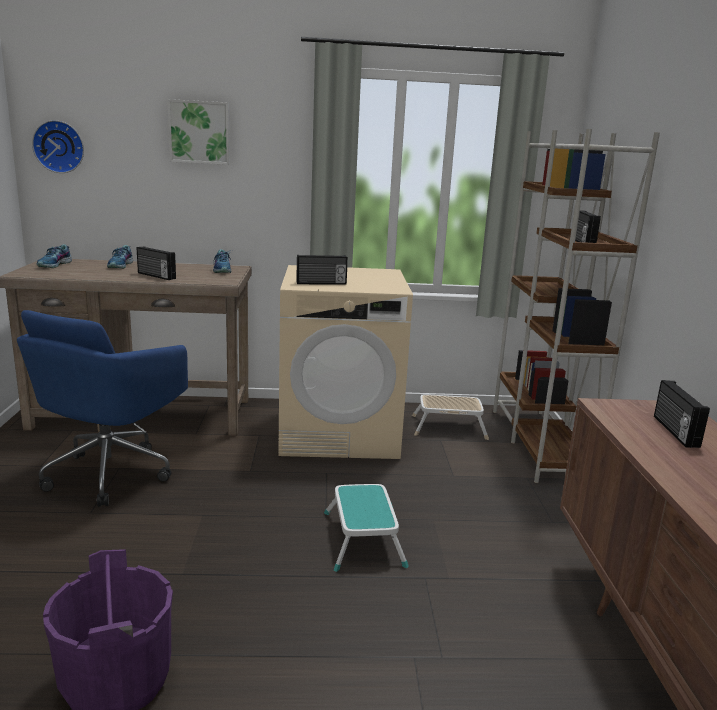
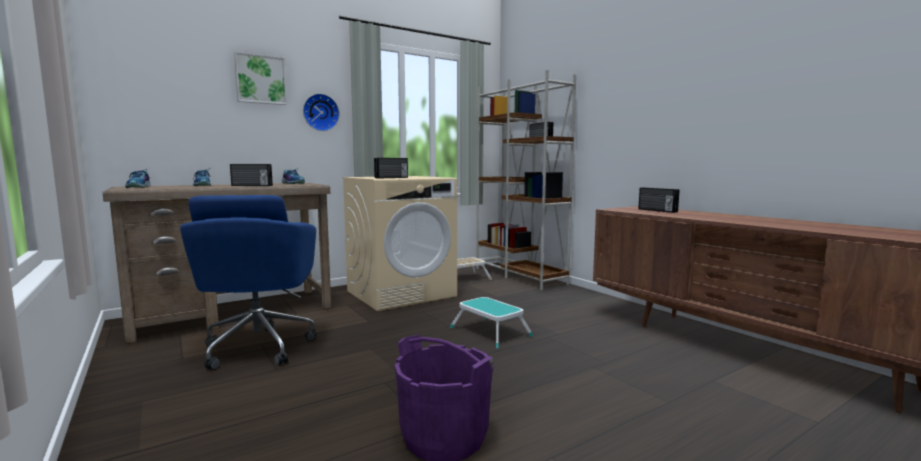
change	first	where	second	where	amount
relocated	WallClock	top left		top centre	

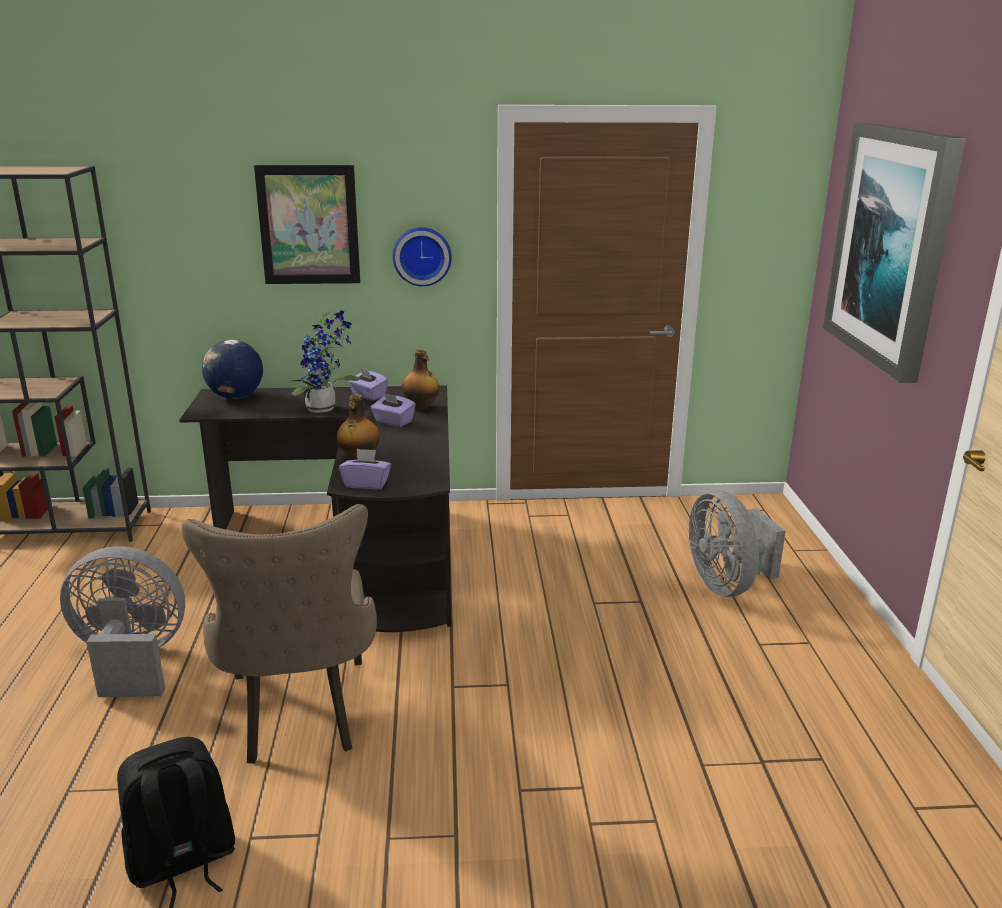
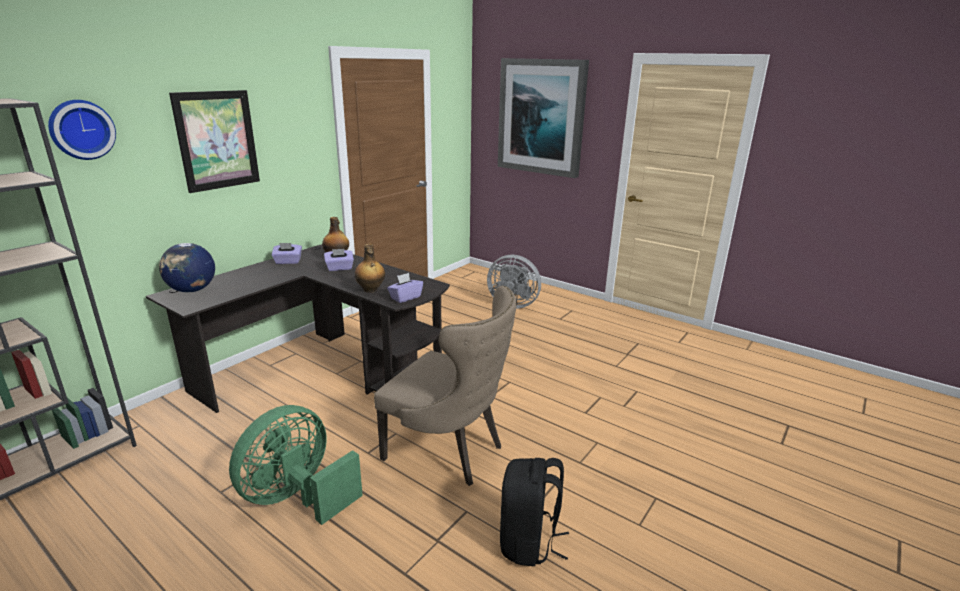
change	first	where	second	where	amount
colour	GreyishCoolingFan (no. 1 from left)	bottom left	GreenishCoolingFan	bottom left	
missing	Houseplant	middle left			
relocated	WallClock	top centre		top left	

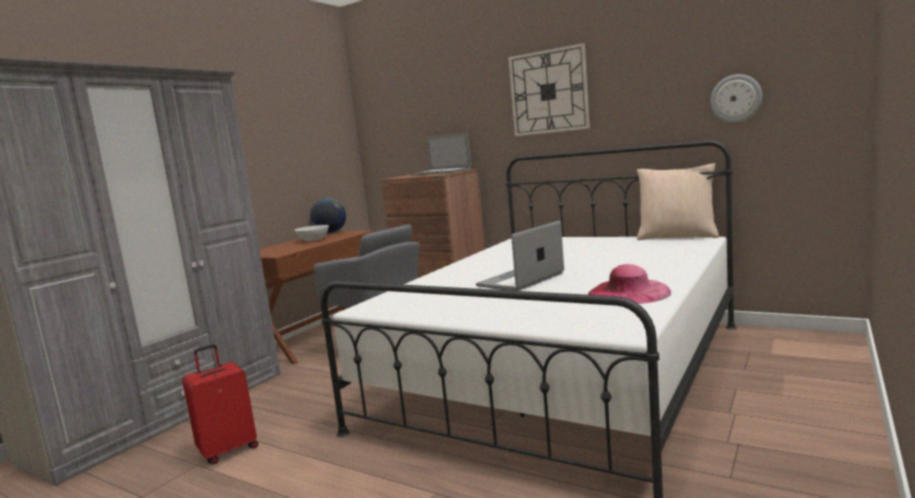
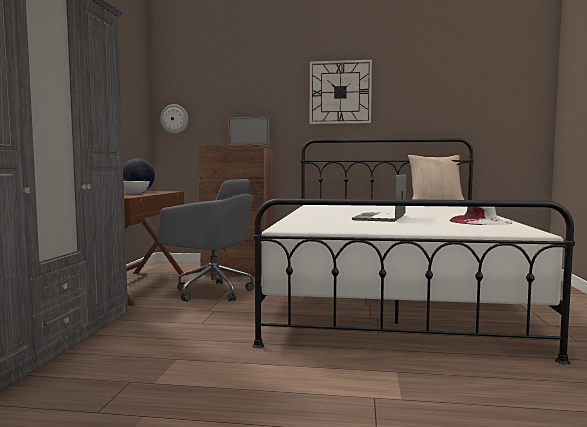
change	first	where	second	where	amount
missing	RedPieceOfLuggage	bottom left			
colour	PinkHat	middle right	WhitishHat	middle right	
relocated	WallClock (no. 2 from left in the first image)	top right	WallClock (no. 1 from left)	top left	

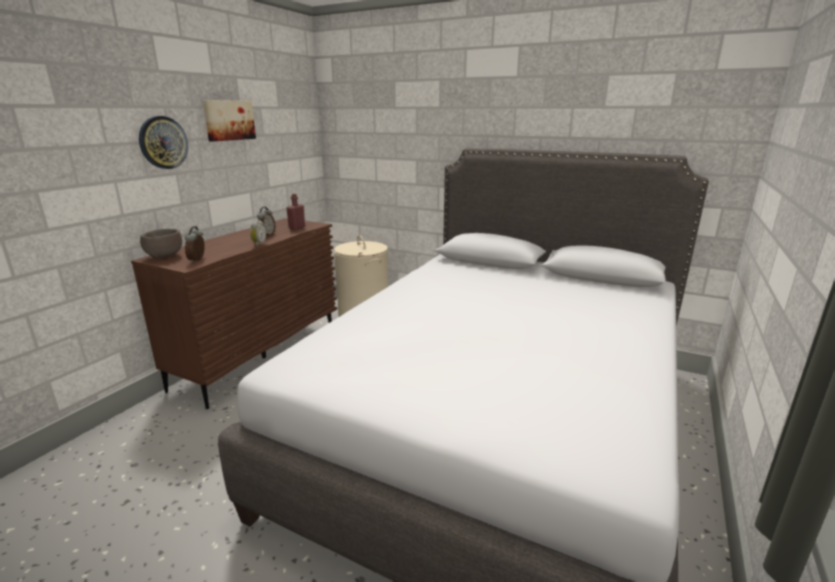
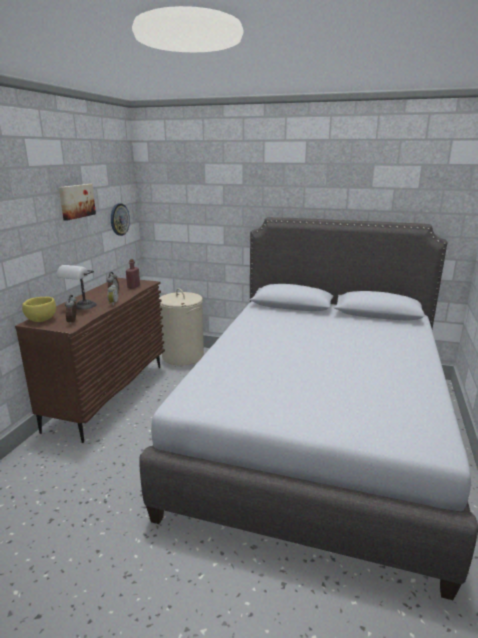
change	first	where	second	where	amount
relocated	WallClock	top left		middle left	
colour	BrownColouredBowl	middle left	YellowColouredBowl	middle left	
appeared			LampForATable	middle left	

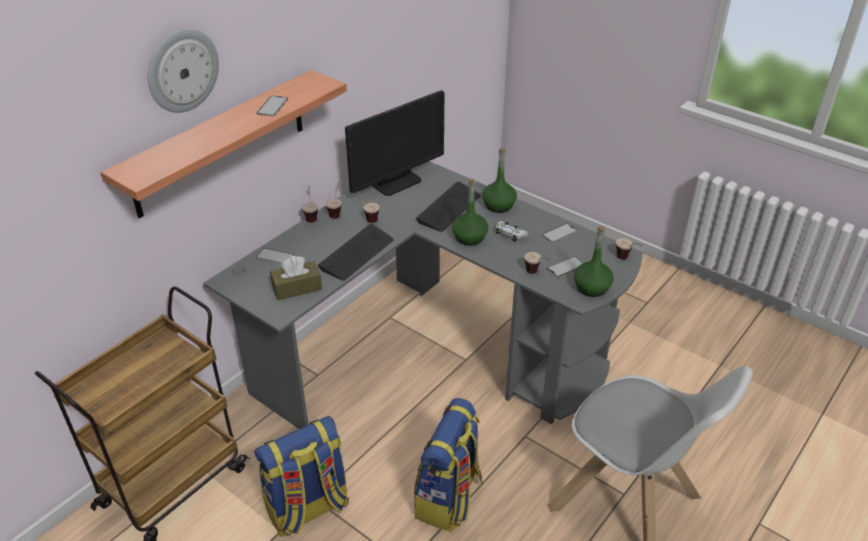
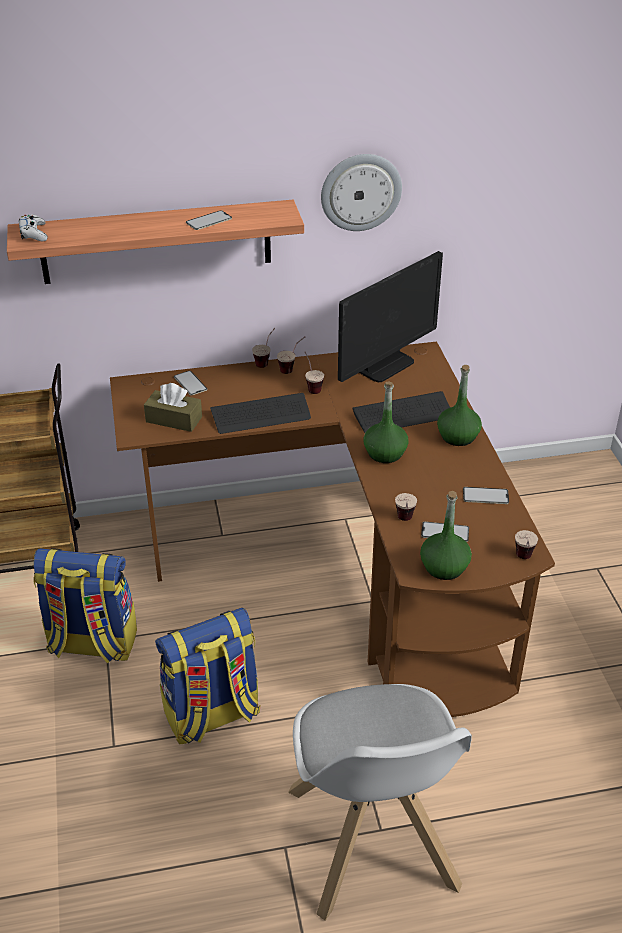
change	first	where	second	where	amount
relocated	WallClock	top left		top centre	
colour	GreyishDeskTable	centre	BrownColouredDeskTable	centre	
spun	Monitor	top centre		centre	45 degrees counterclockwise
relocated	WhitishGamepad	centre		top left	

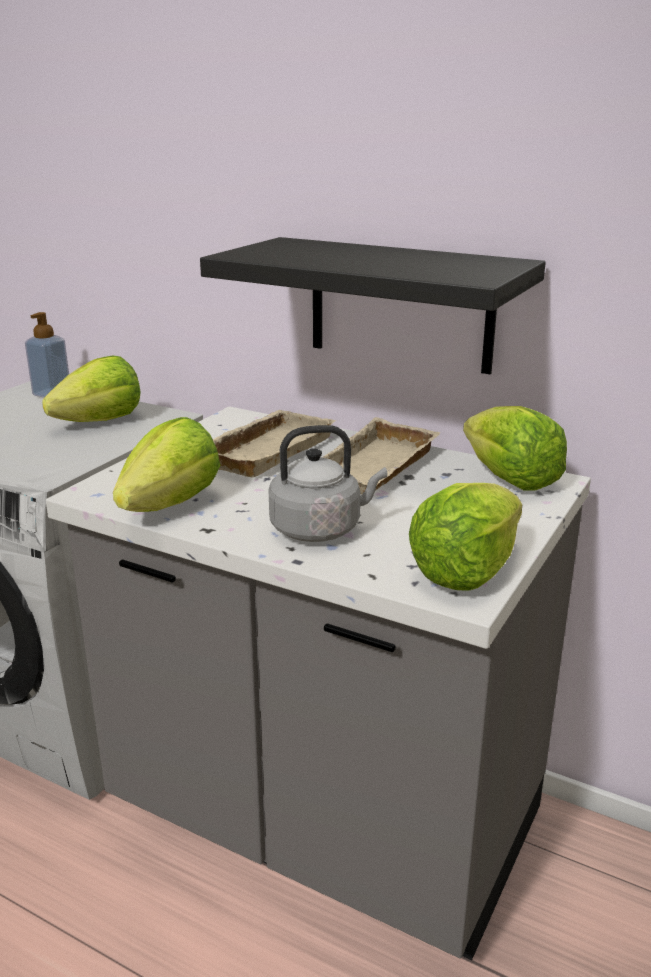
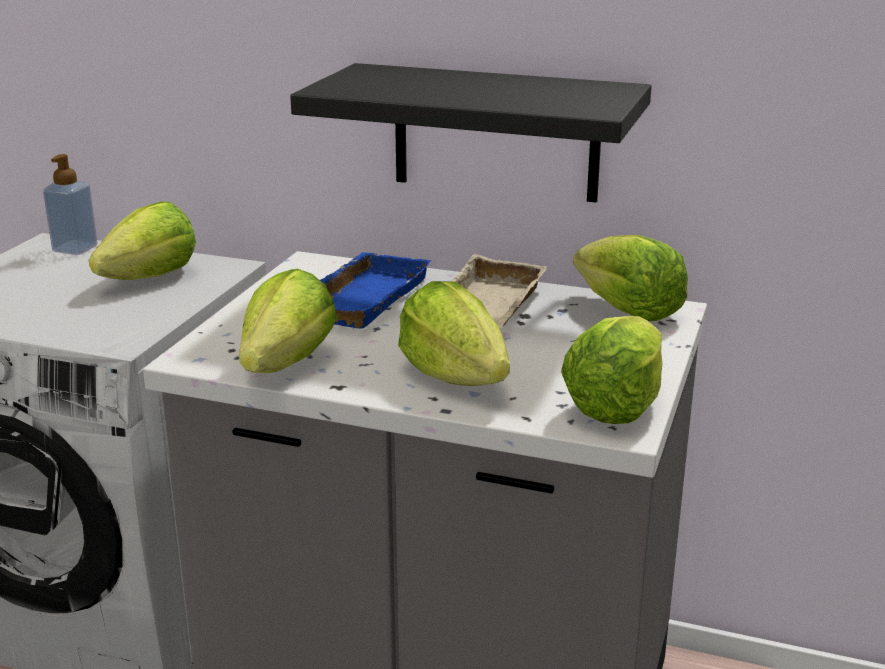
change	first	where	second	where	amount
colour	BeigeTray (no. 1 from left)	centre	BluishTray	centre	
exchanged	GreyishTeaKettle	centre	LettuceHead (no. 3 from left)	centre	

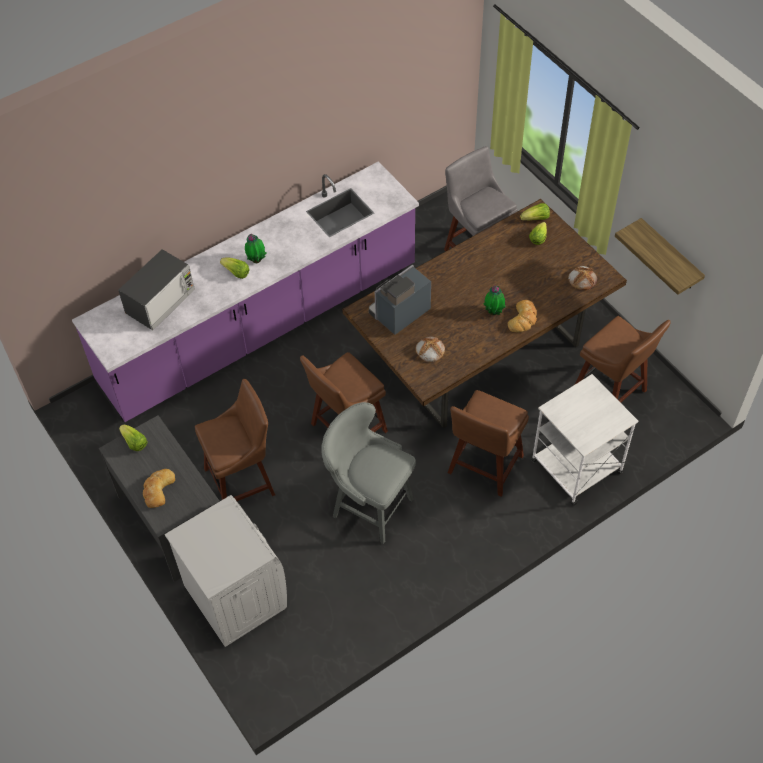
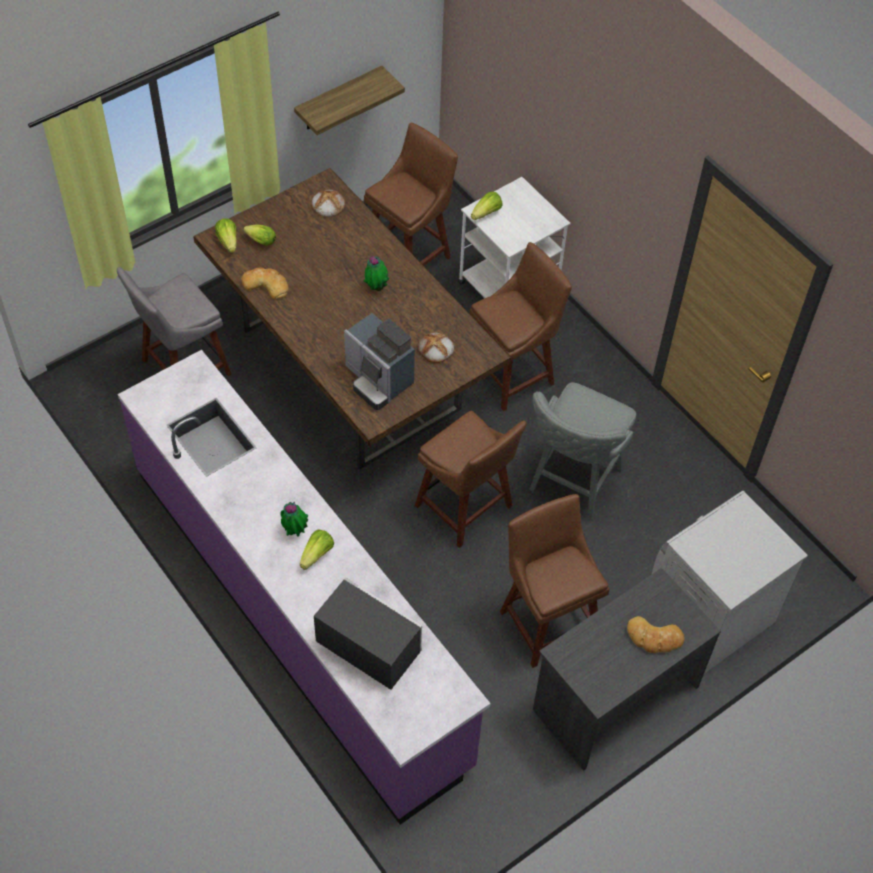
change	first	where	second	where	amount
relocated	LettuceHead (no. 1 from left in the first image)	middle left	LettuceHead (no. 4 from left)	top centre	
spun	BrownColouredPlainChair (no. 3 from left)	centre		centre	60 degrees counterclockwise
relocated	BakedBread (no. 3 from left in the first image)	middle right	BakedBread (no. 1 from left)	top left	

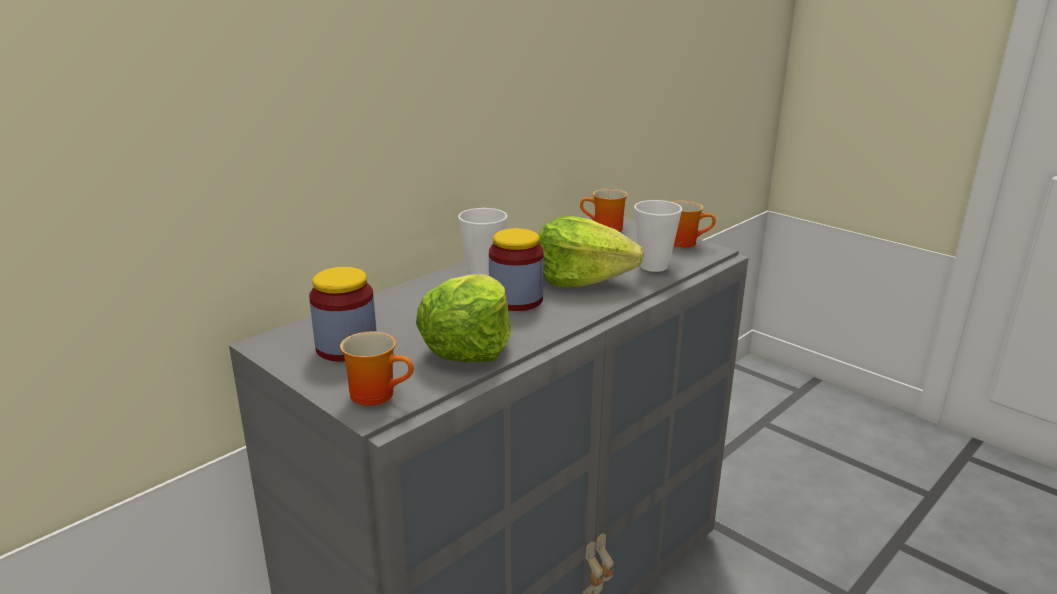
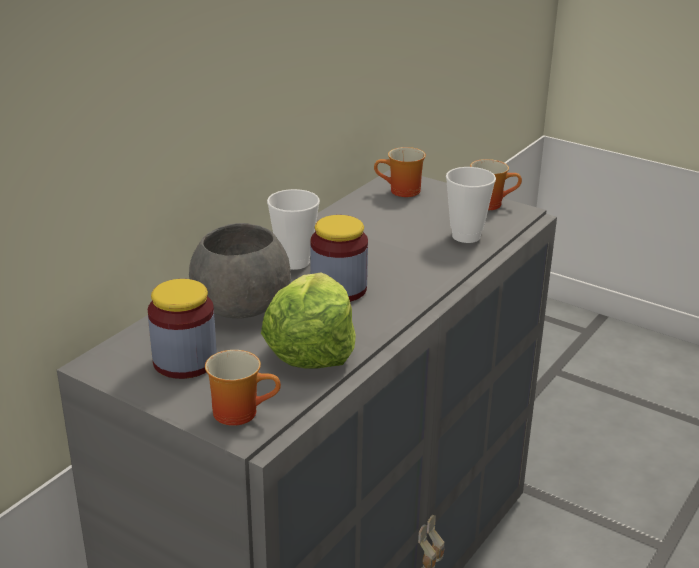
change	first	where	second	where	amount
missing	LettuceHead (no. 2 from left)	centre			
appeared			GreyishBowl	centre	

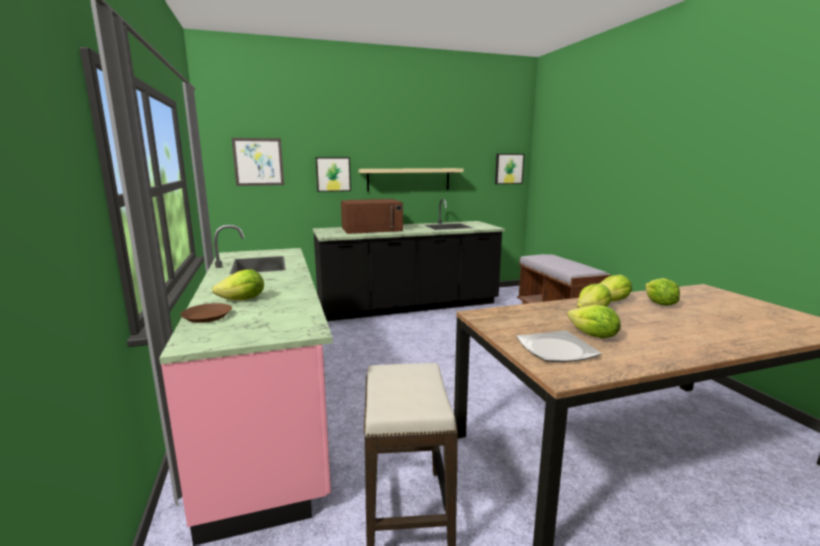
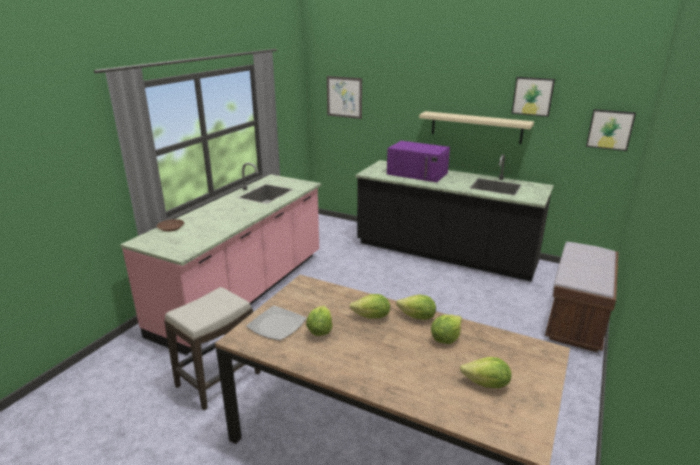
change	first	where	second	where	amount
relocated	LettuceHead (no. 1 from left in the first image)	middle left	LettuceHead (no. 5 from left)	bottom right	
relocated	Picture (no. 2 from left)	top centre		top right	
colour	BrownColouredMicrowaveOven	centre	PurpleMicrowaveOven	centre	

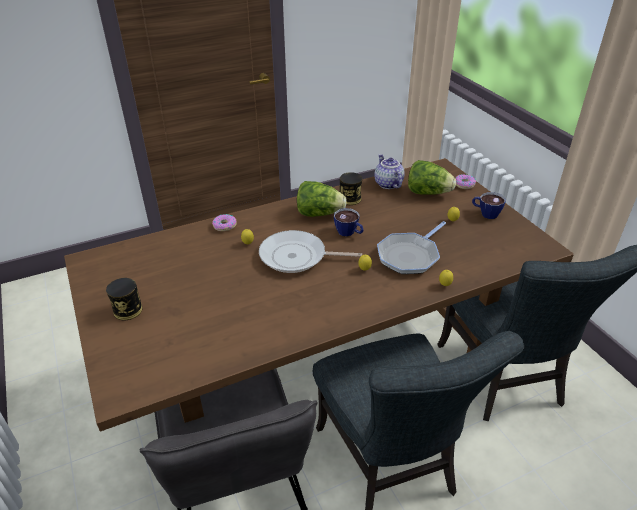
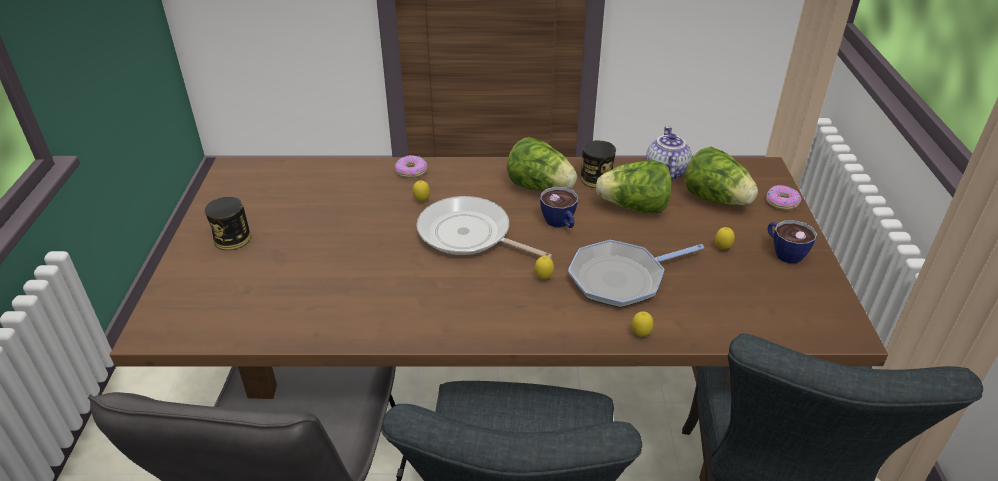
change	first	where	second	where	amount
appeared			LettuceHead (no. 2 from left)	centre	

